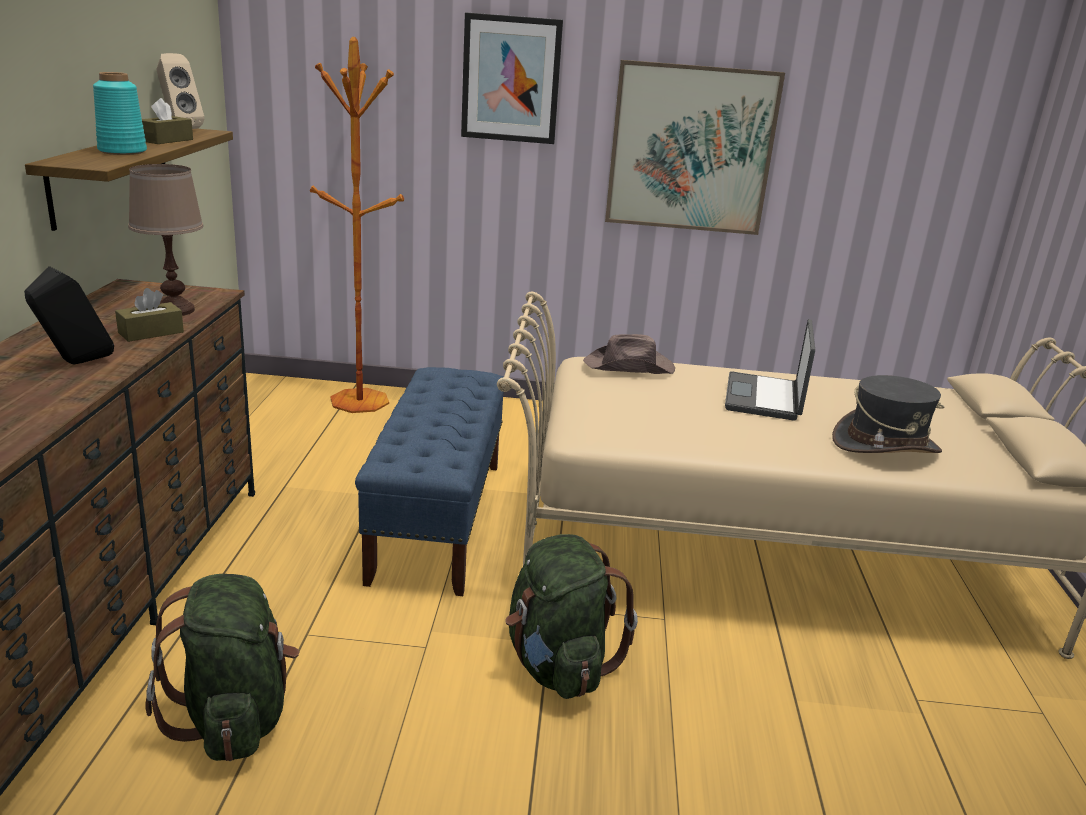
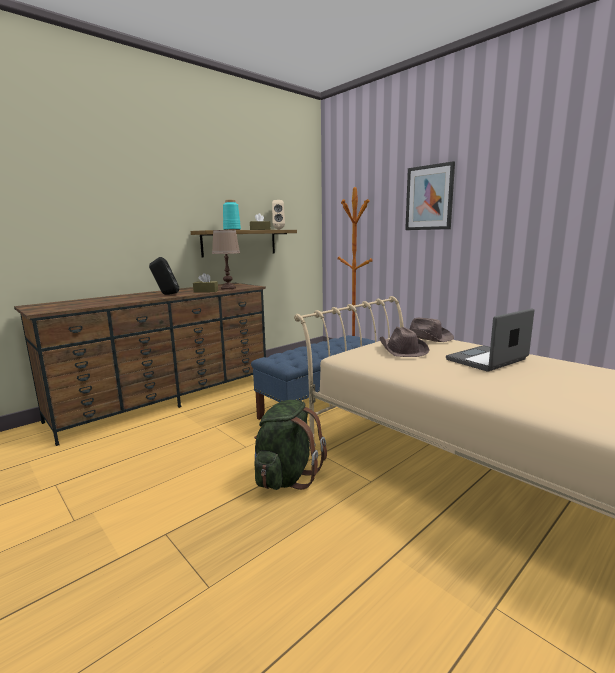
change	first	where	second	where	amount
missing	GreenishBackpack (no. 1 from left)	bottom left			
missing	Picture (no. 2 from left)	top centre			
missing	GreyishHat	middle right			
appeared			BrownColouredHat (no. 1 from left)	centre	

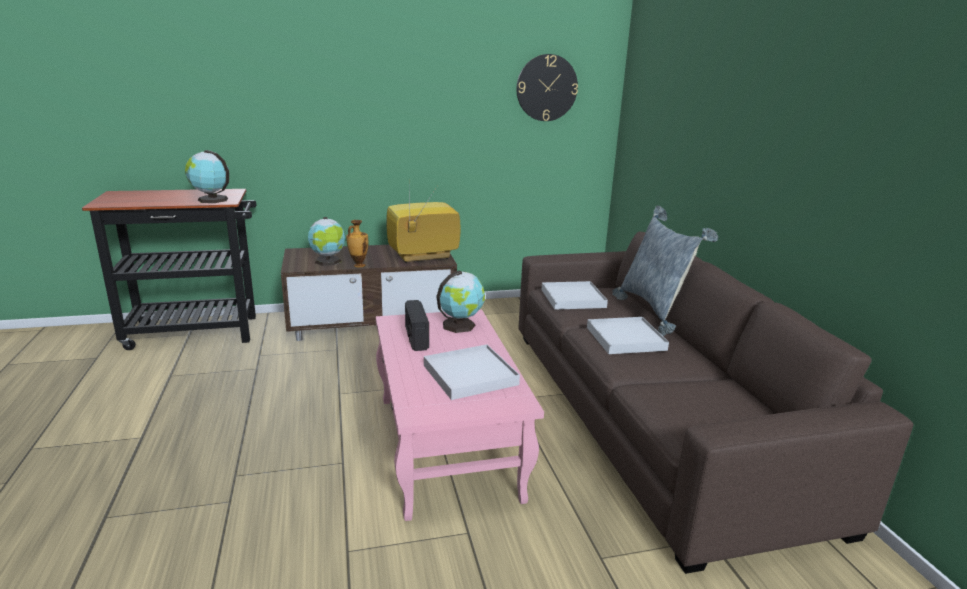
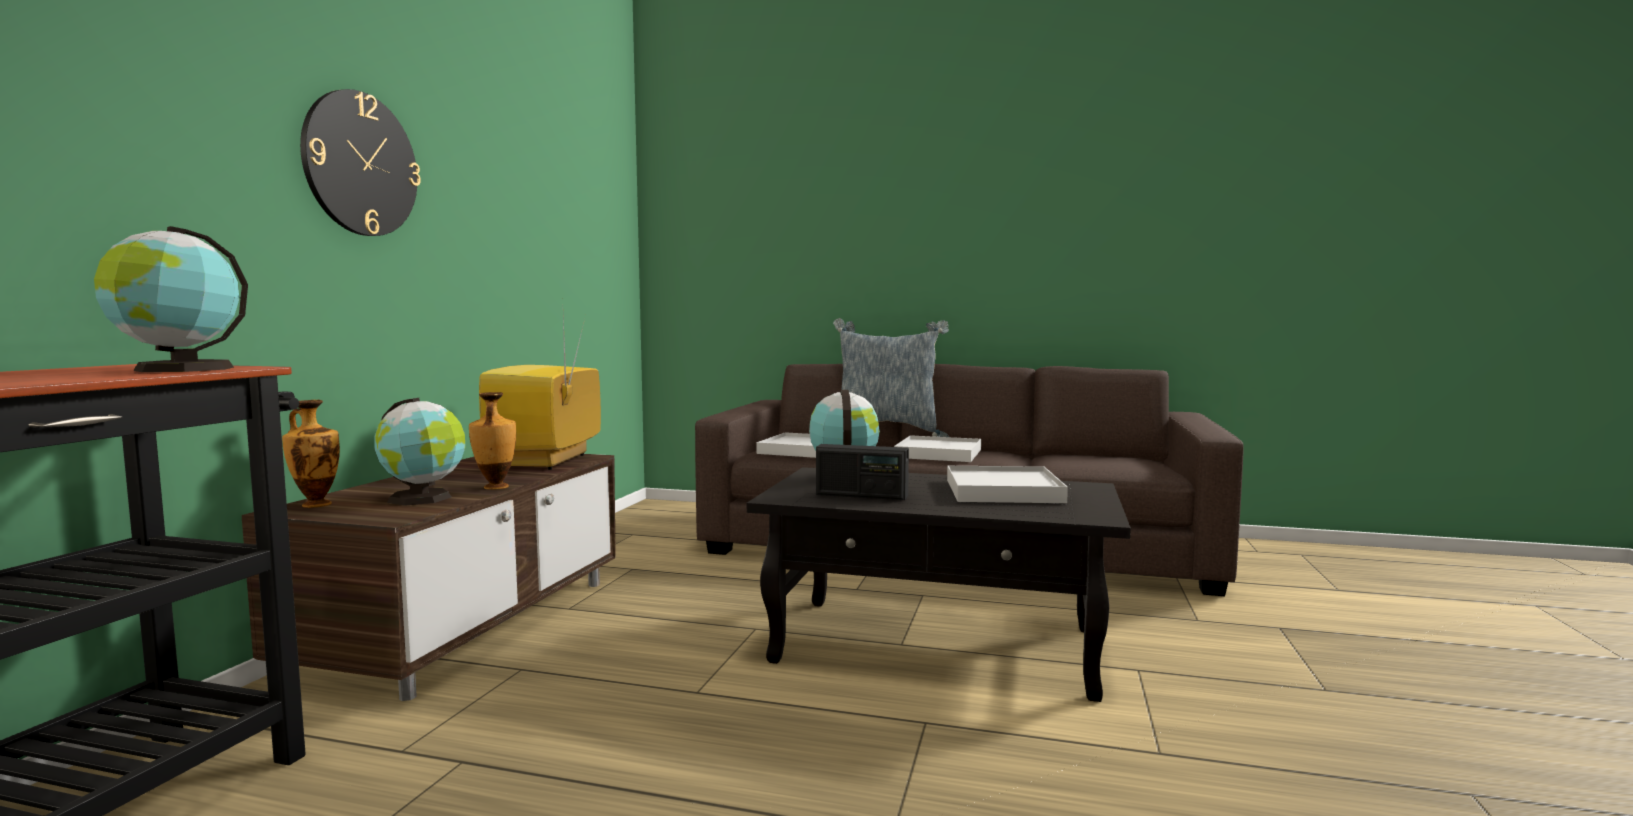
change	first	where	second	where	amount
colour	PinkCoffeeTable	bottom centre	BlackColouredCoffeeTable	bottom centre	
relocated	WallClock	top centre		top left	
appeared			Vase (no. 1 from left)	middle left	

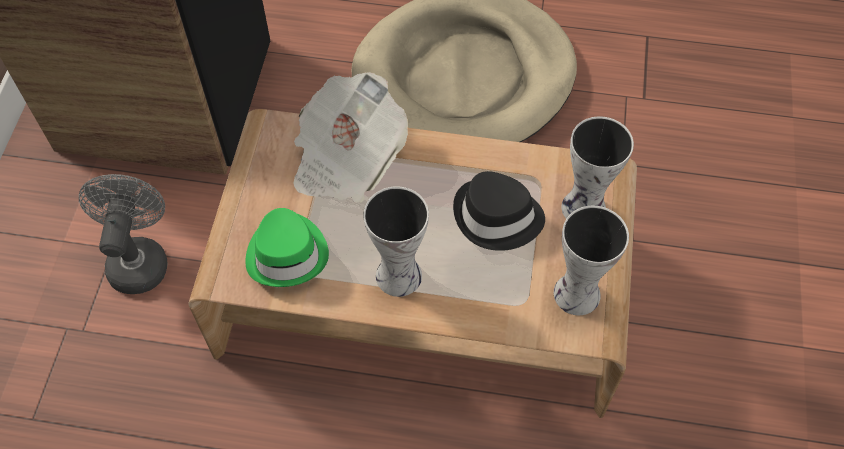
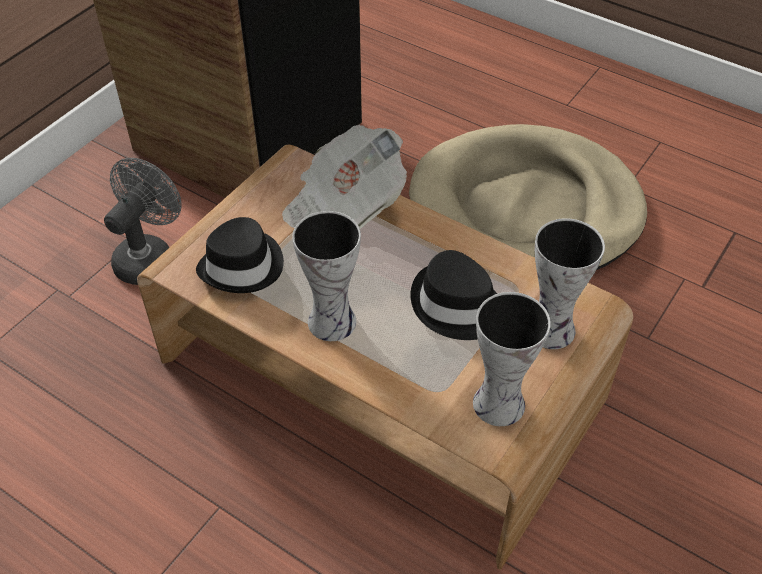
change	first	where	second	where	amount
colour	GreenishHat	centre	BlackColouredHat (no. 1 from left)	middle left	

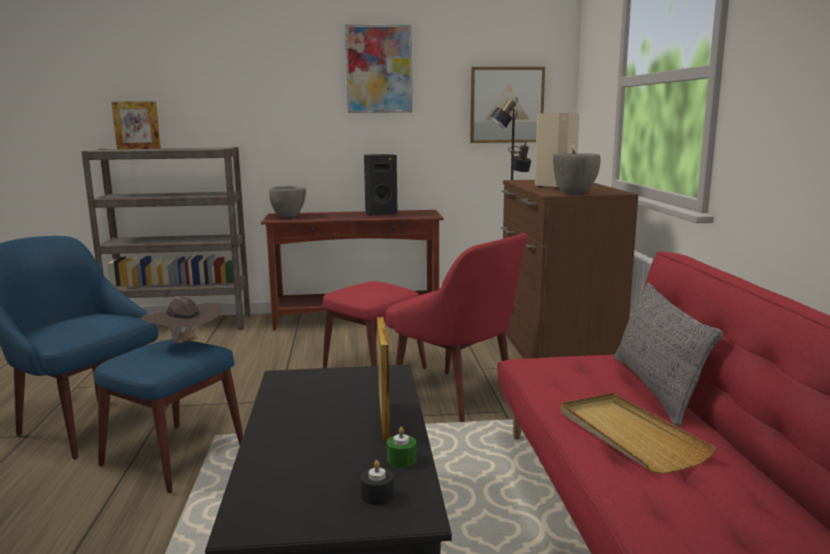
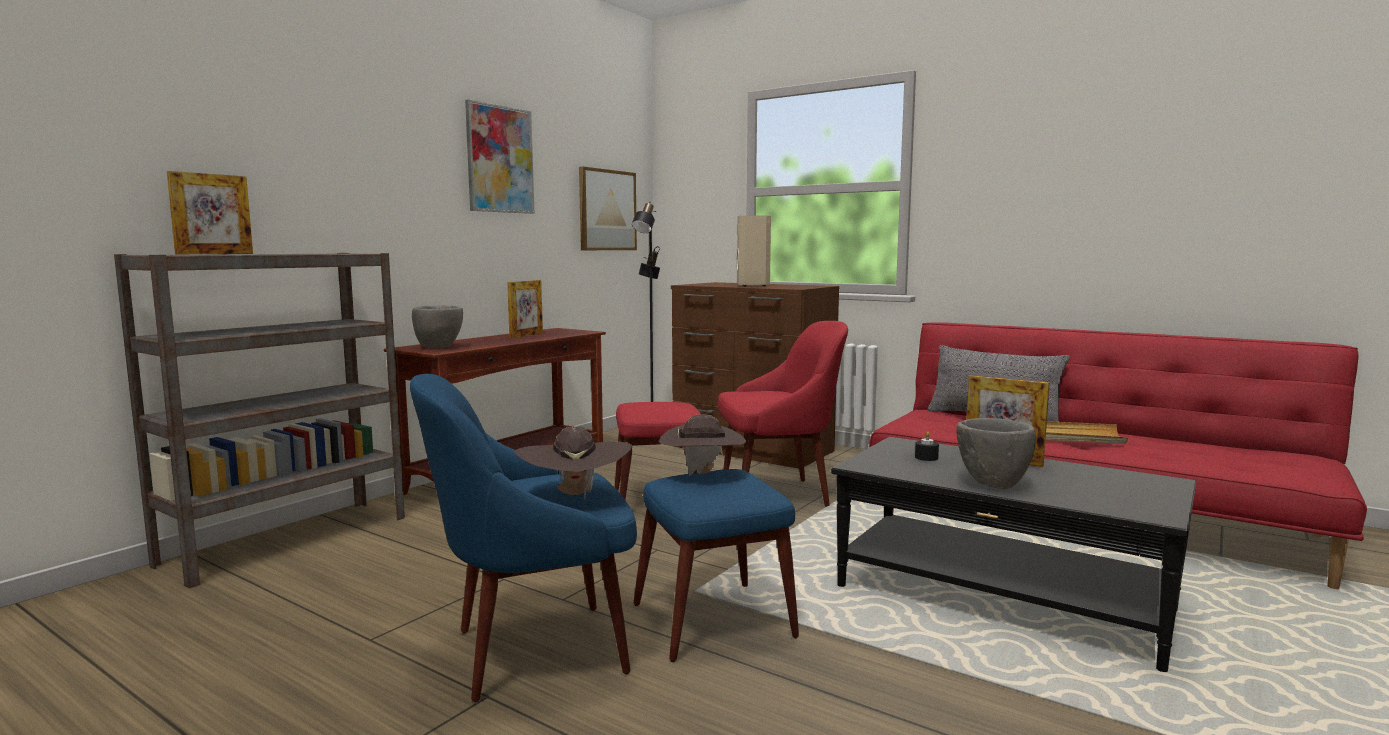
change	first	where	second	where	amount
relocated	BlackColouredWaxCandle	bottom centre		middle right	
exchanged	BlackColouredAudioSpeaker	centre	PhotoFrame (no. 2 from left)	centre	
missing	GreenishWaxCandle	bottom centre			
relocated	GreyishBowl (no. 2 from left)	top right		middle right	
appeared			BrownColouredHat (no. 1 from left)	centre	

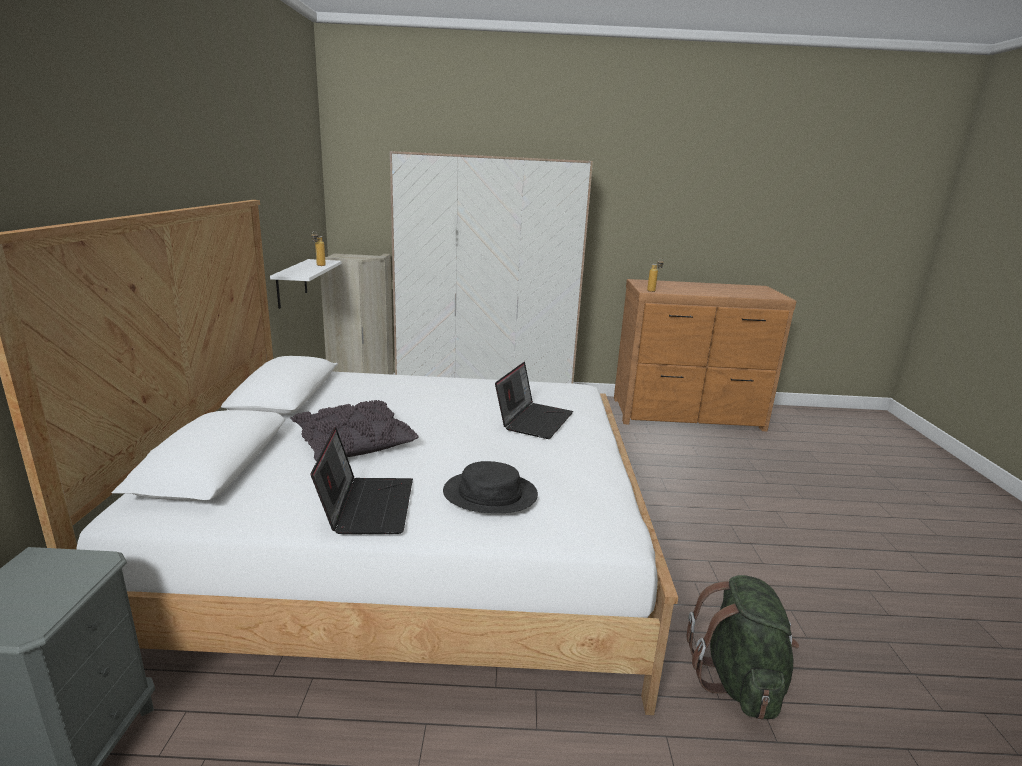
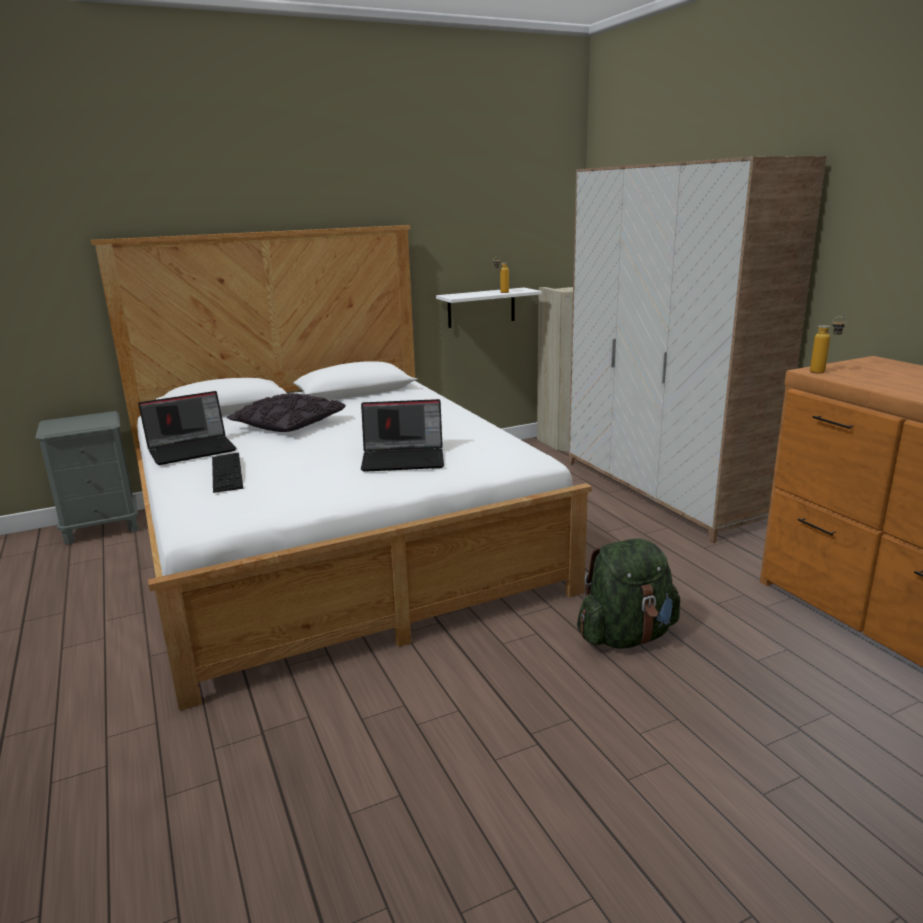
change	first	where	second	where	amount
exchanged	BlackColouredHat	centre	Keyboard	middle left	
relocated	GreenishBackpack	bottom right		middle right	

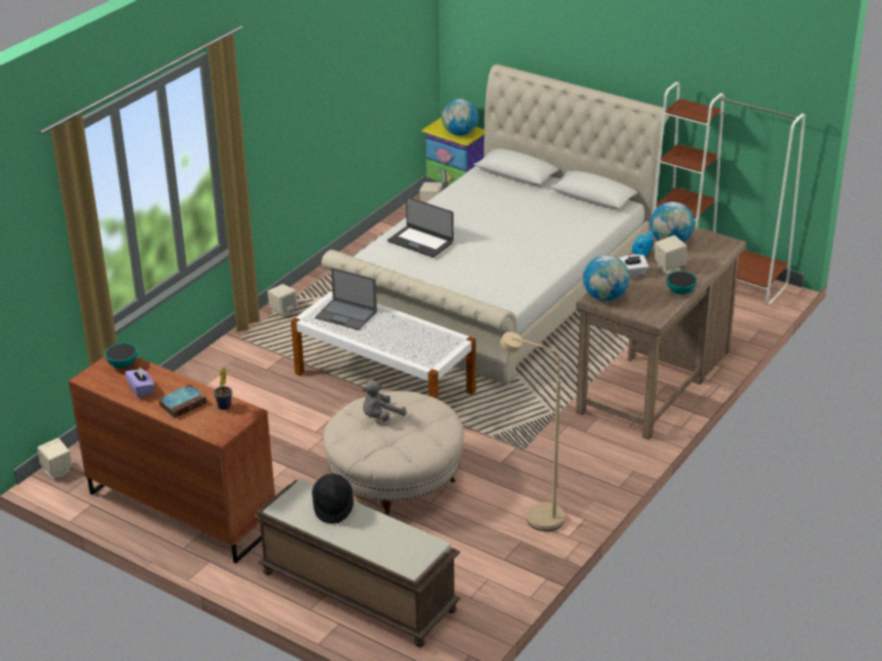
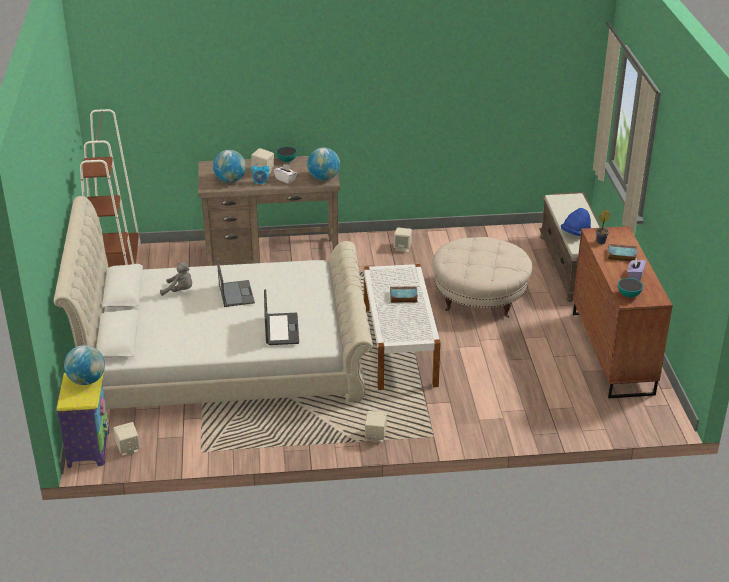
change	first	where	second	where	amount
relocated	BeigeAudioSpeaker (no. 1 from left in the first image)	bottom left	BeigeAudioSpeaker (no. 4 from left)	centre	
colour	BlackColouredHat	bottom centre	BluishHat	middle right	
relocated	Laptop (no. 1 from left)	centre		middle left	
relocated	GreyishSoftToy	centre		middle left	
missing	BeigeStandardLamp	centre			
appeared			BoundBook (no. 1 from left)	centre	

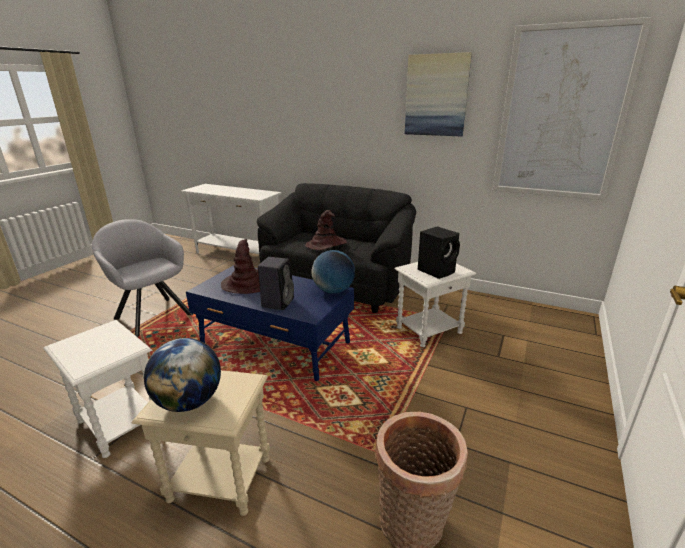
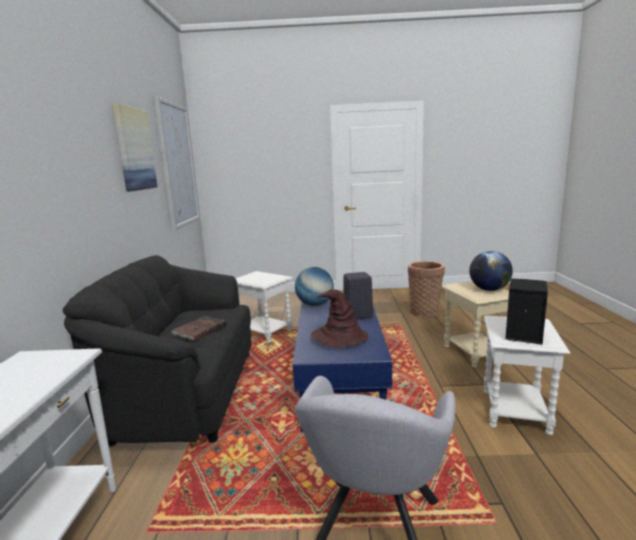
change	first	where	second	where	amount
exchanged	BrownColouredHat (no. 2 from left)	centre	BrownColouredBoundBook	middle left	
relocated	BlackColouredAudioSpeaker (no. 2 from left)	centre		middle right	

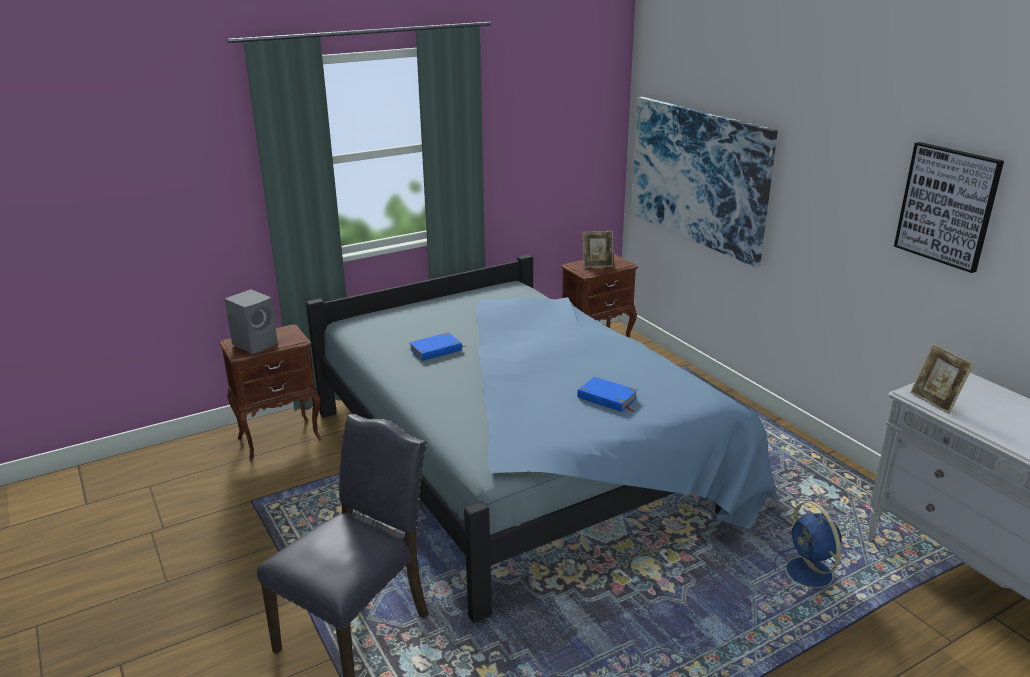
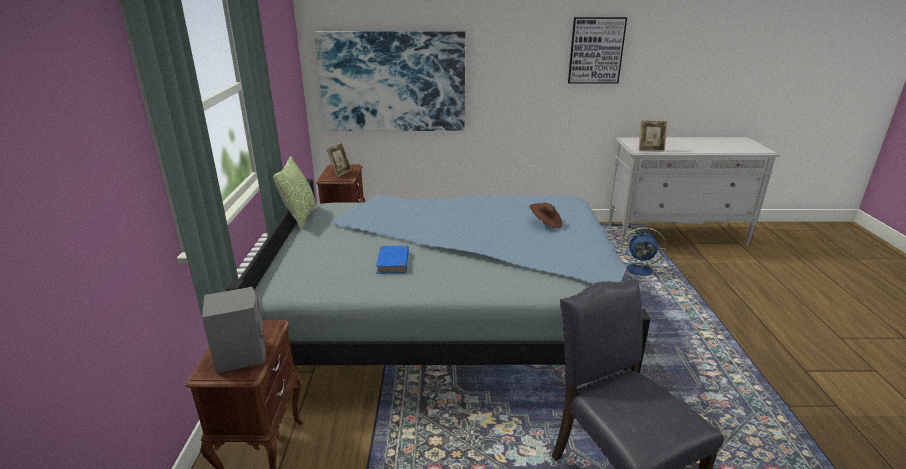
change	first	where	second	where	amount
exchanged	BluishBoundBook (no. 2 from left)	centre	BrownColouredHat	centre	
appeared			Cushion	middle left	

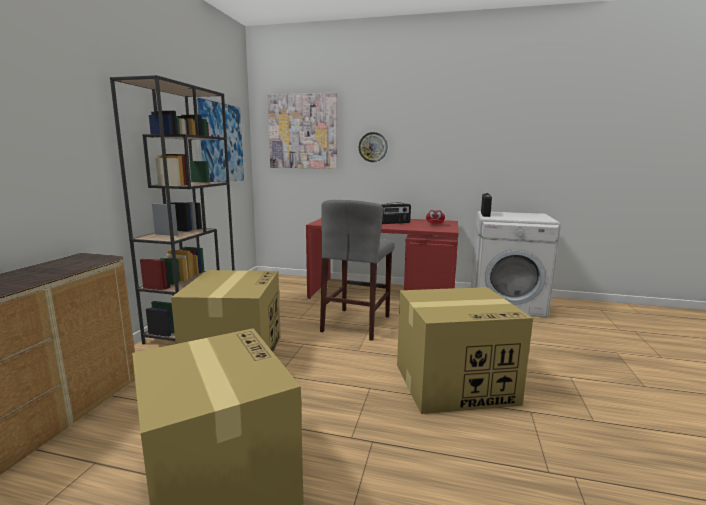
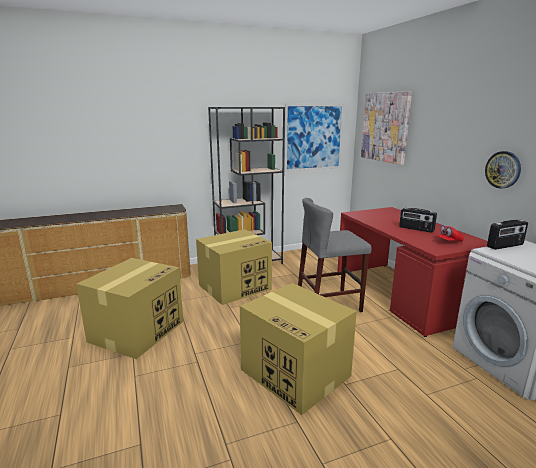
change	first	where	second	where	amount
relocated	WallClock	top centre		middle right	

